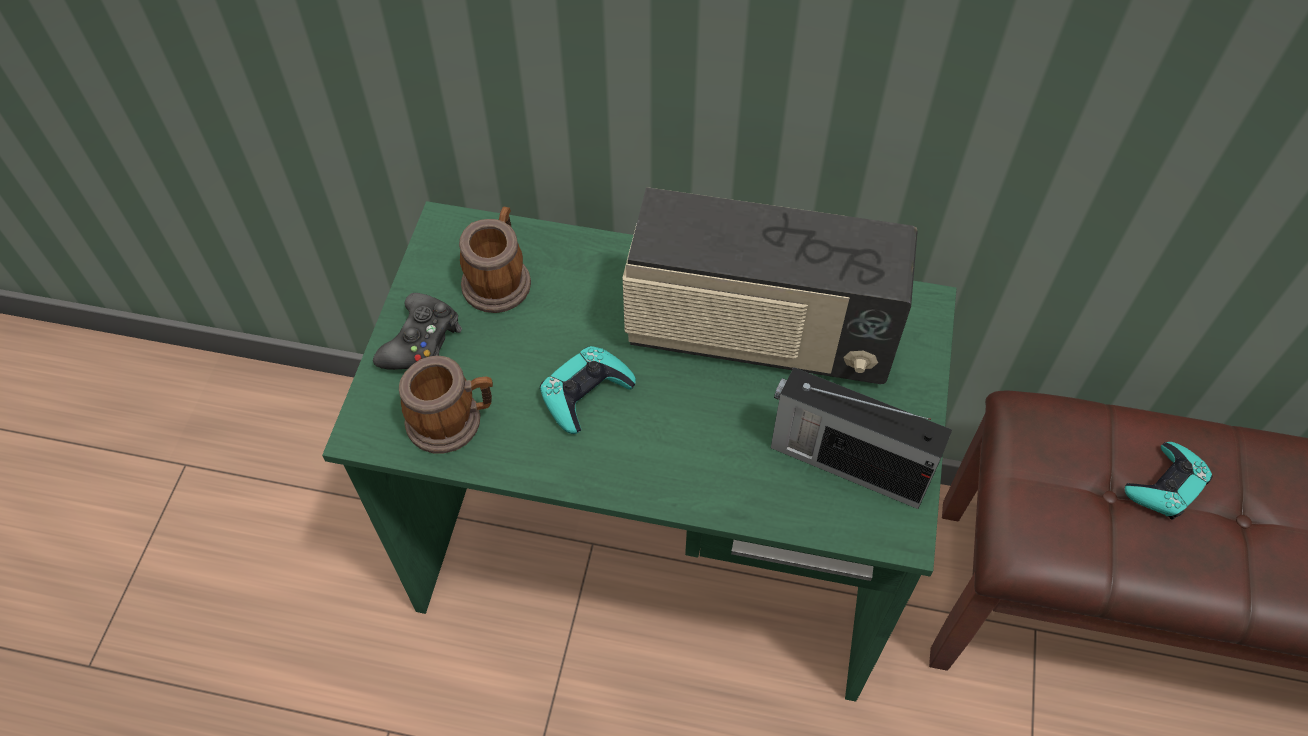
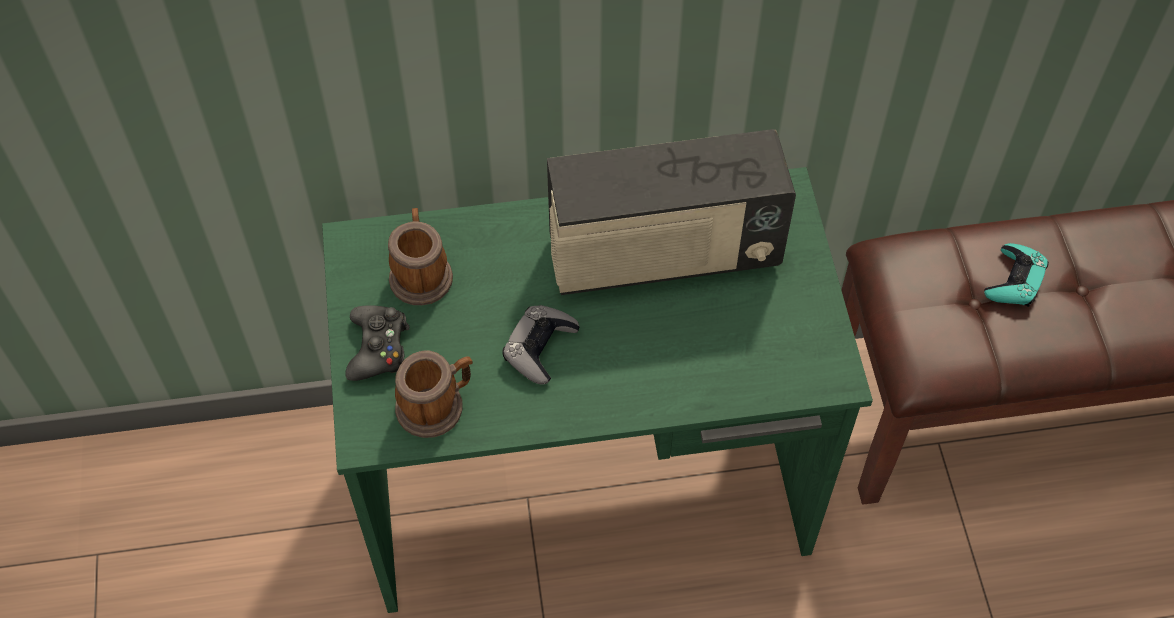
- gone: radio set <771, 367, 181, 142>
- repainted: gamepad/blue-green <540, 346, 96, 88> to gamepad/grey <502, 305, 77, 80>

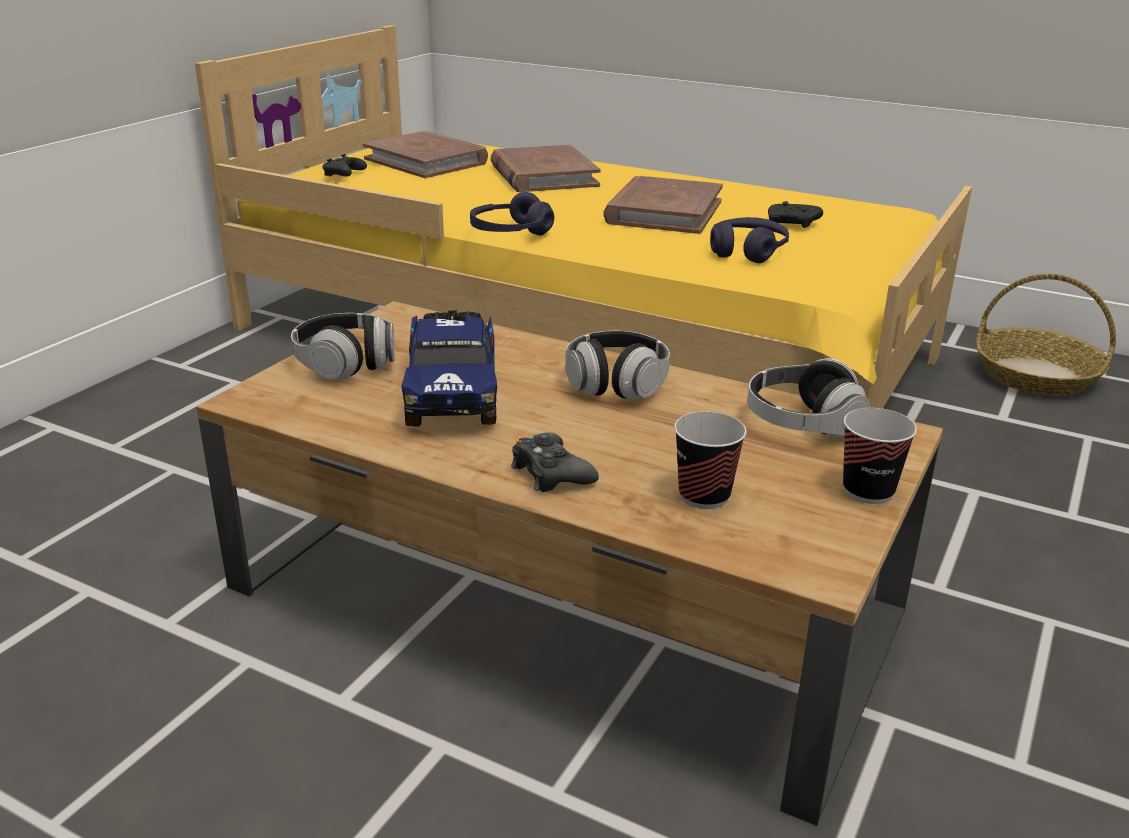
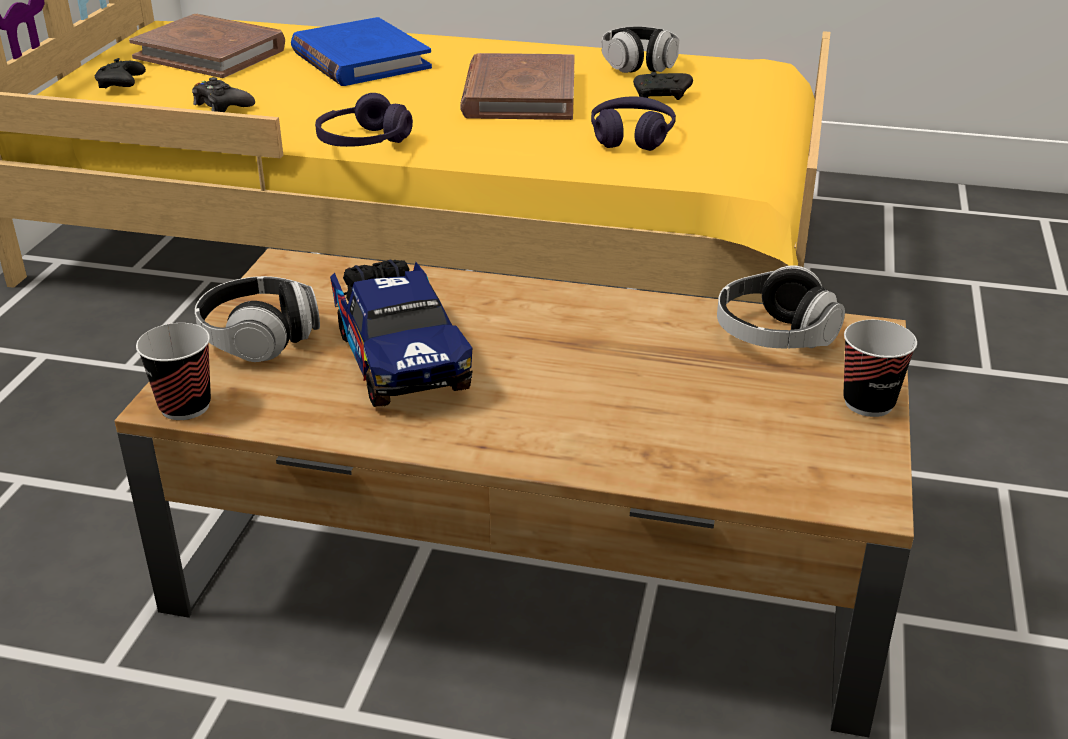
- gone: storage basket <976, 274, 140, 122>
- shifted: gamepad/blackish <511, 433, 88, 59> to <192, 77, 63, 35>
- shifted: headphones <565, 331, 105, 69> to <602, 26, 77, 47>
- shifted: drinking cup <674, 412, 73, 97> to <136, 323, 75, 97>
- repainted: book/brown <491, 145, 110, 47> to book/blue <291, 17, 141, 69>

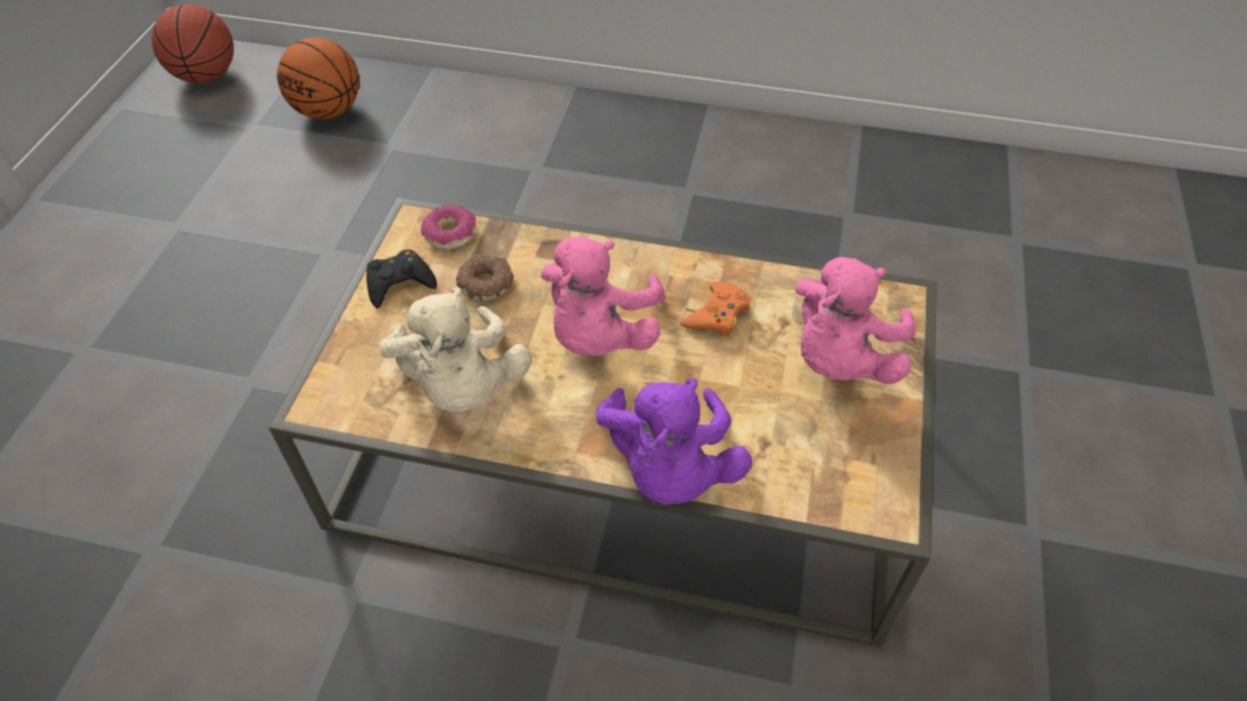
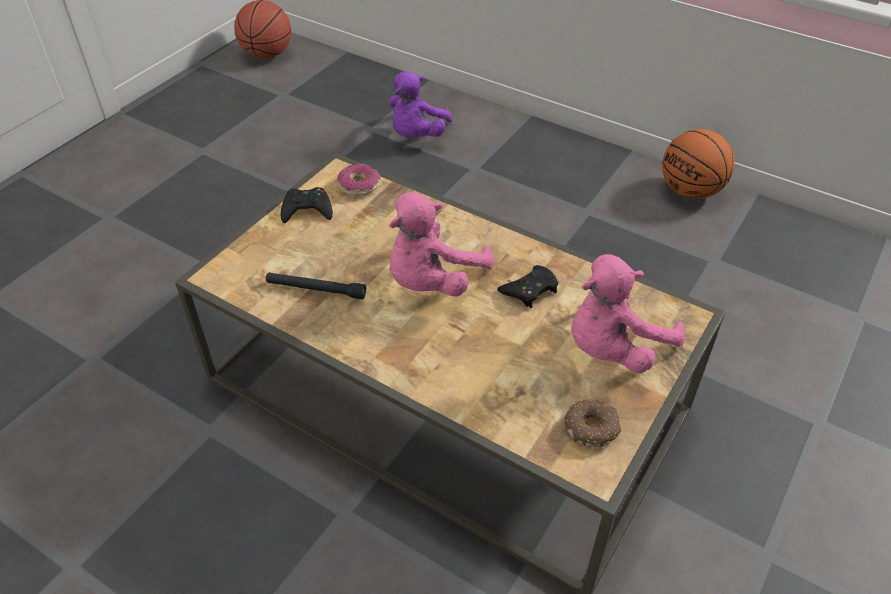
- shifted: basketball ball <277, 37, 83, 82> to <662, 129, 73, 70>
- shifted: donut <456, 255, 58, 46> to <564, 399, 57, 48>
- shifted: plush toy/purple-coloured <596, 378, 156, 127> to <388, 71, 64, 67>
- swapped: plush toy/beige-coloured <379, 287, 153, 126> to flashlight/blackish <266, 272, 100, 27>
- repainted: gamepad/orange-coloured <680, 281, 71, 56> to gamepad/blackish <497, 265, 61, 43>

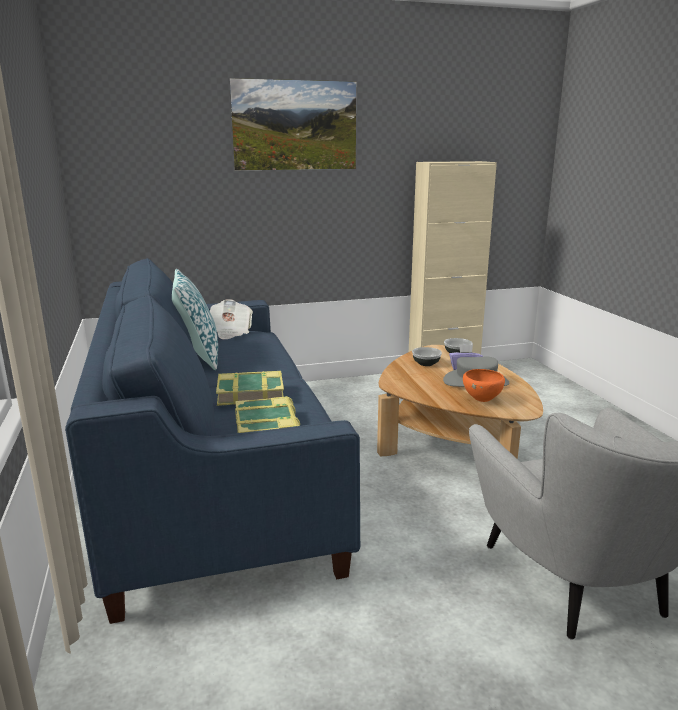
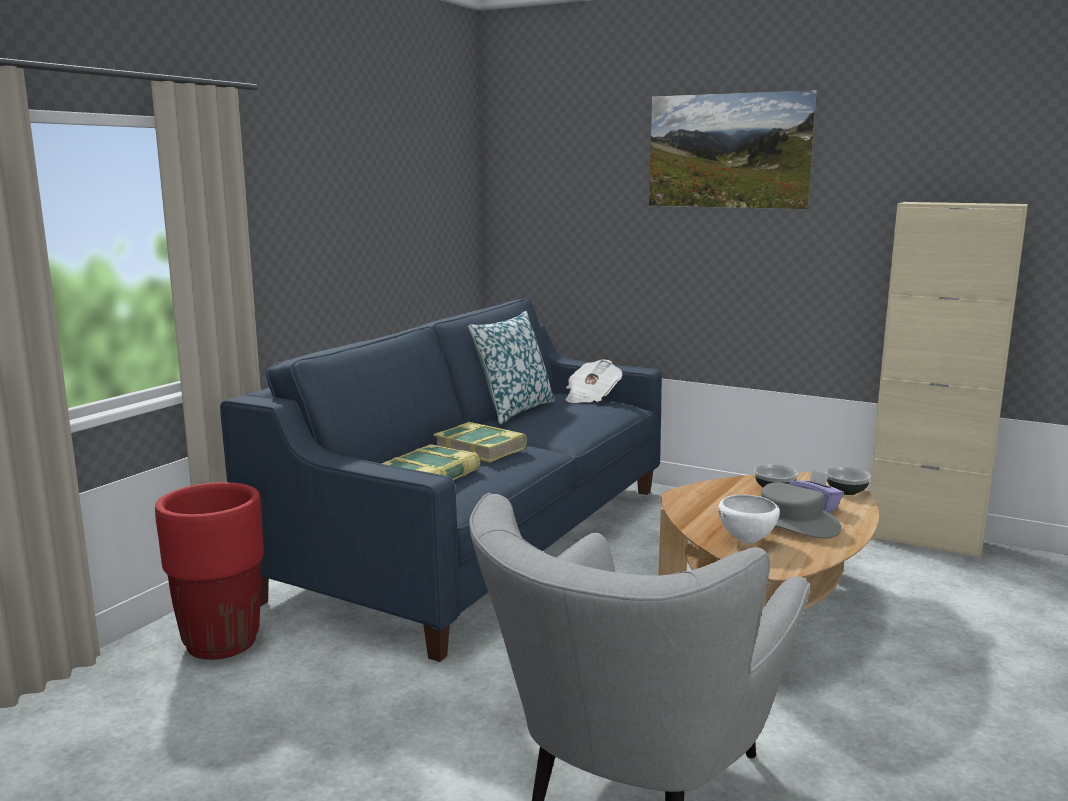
- new: plant pot/red-coloured <155, 482, 109, 178>
- repainted: serving bowl/orange-coloured <463, 369, 42, 33> to serving bowl/whitish <718, 495, 62, 49>

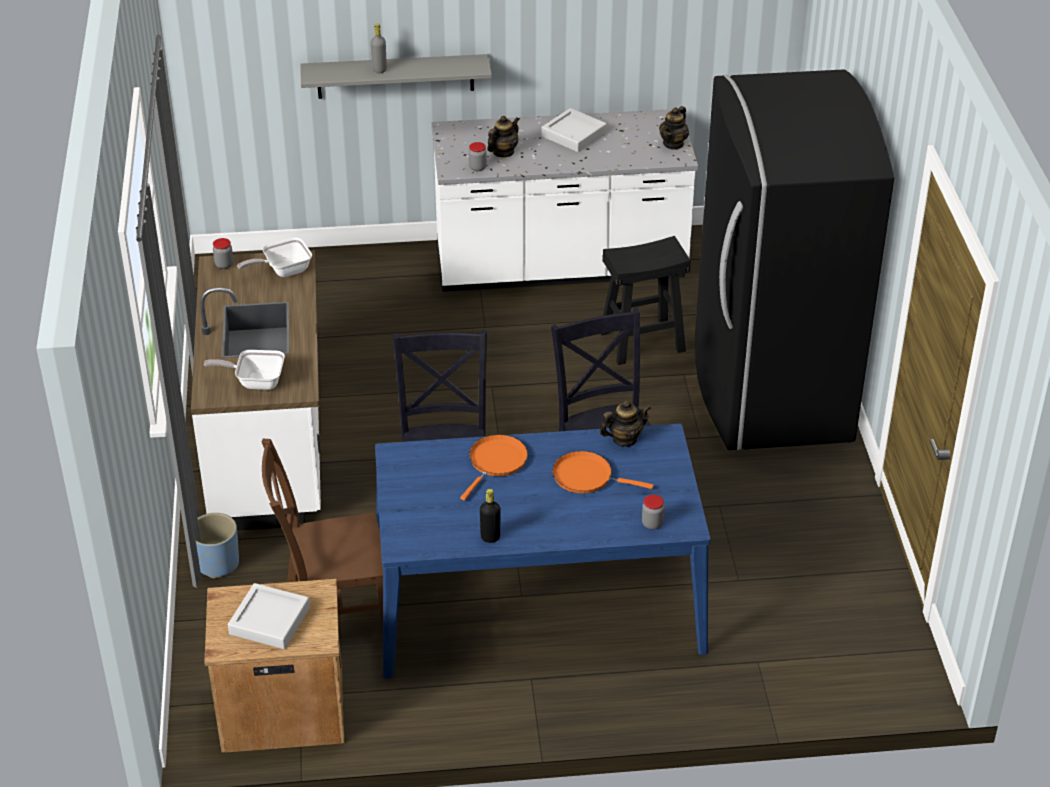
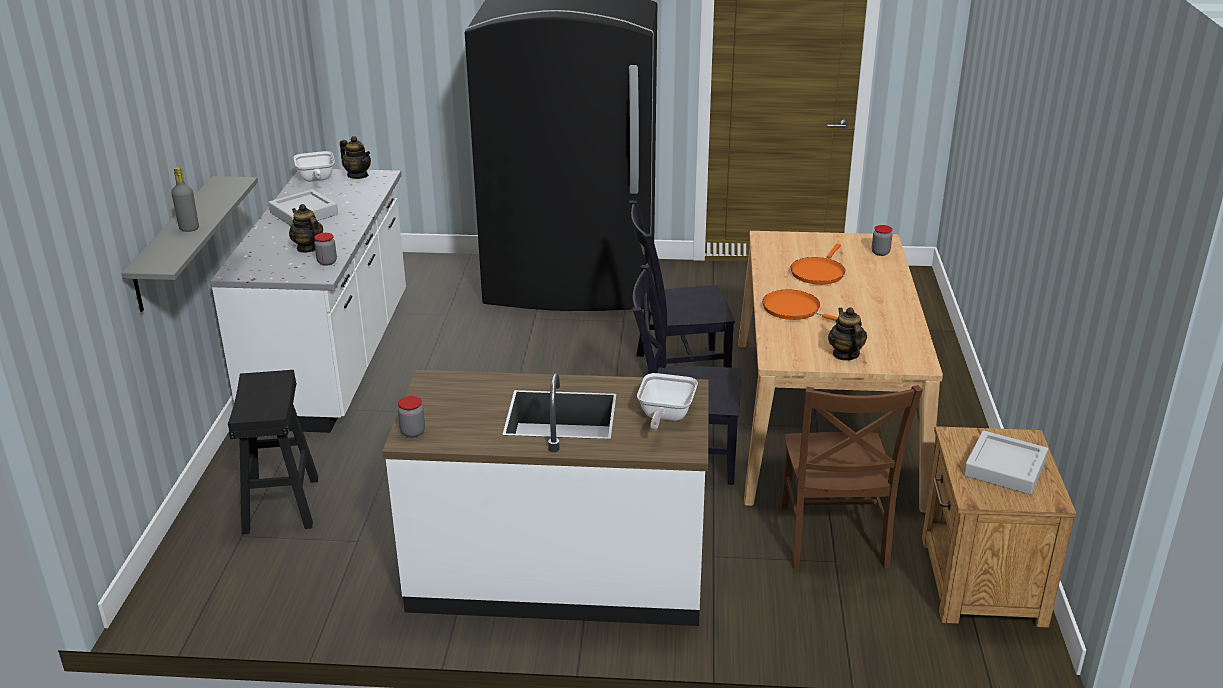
- gone: plant pot/blue <196, 513, 43, 65>
- gone: bottle/blackish <480, 489, 21, 54>
- shifted: frying pan <237, 237, 75, 40> to <293, 151, 42, 31>
- shifted: pot for tea <599, 400, 52, 47> to <828, 307, 39, 54>
- shifted: stool seat/blackish <601, 236, 90, 129> to <228, 370, 90, 165>
- repainted: dinner table/blue <375, 424, 335, 255> to dinner table/beige-coloured <738, 231, 205, 282>

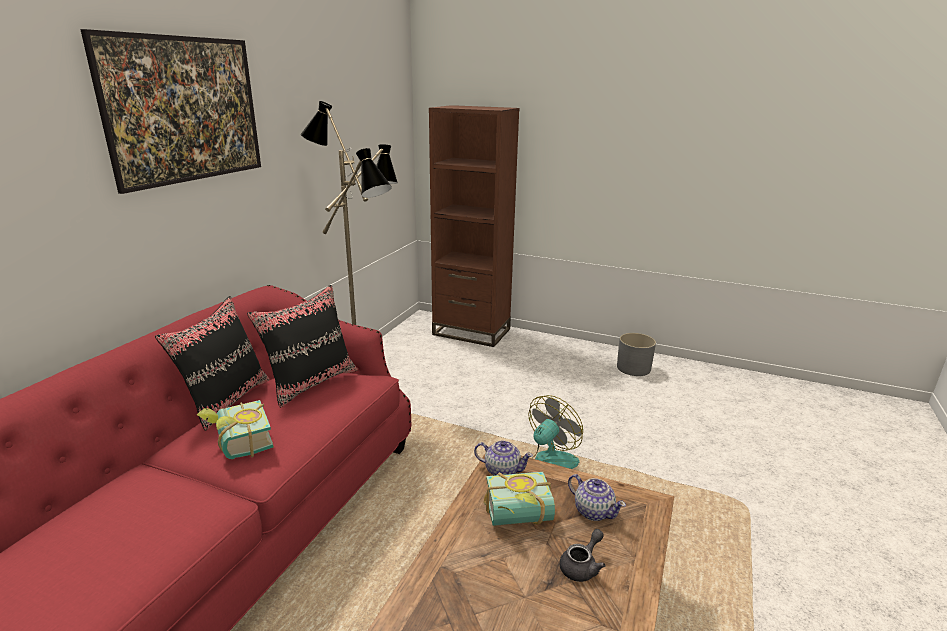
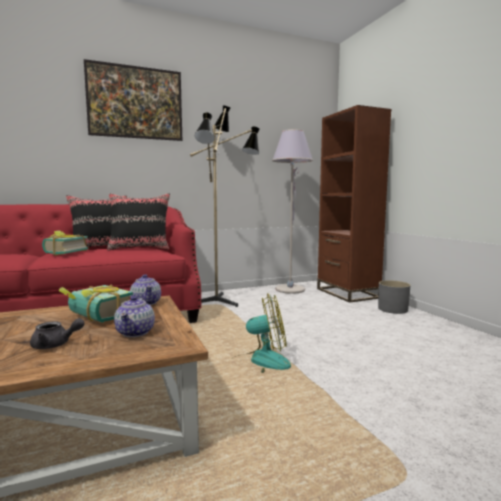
- new: floor lamp/grey <272, 129, 41, 165>
- shifted: plant pot/grey <617, 333, 39, 43> to <378, 280, 32, 34>

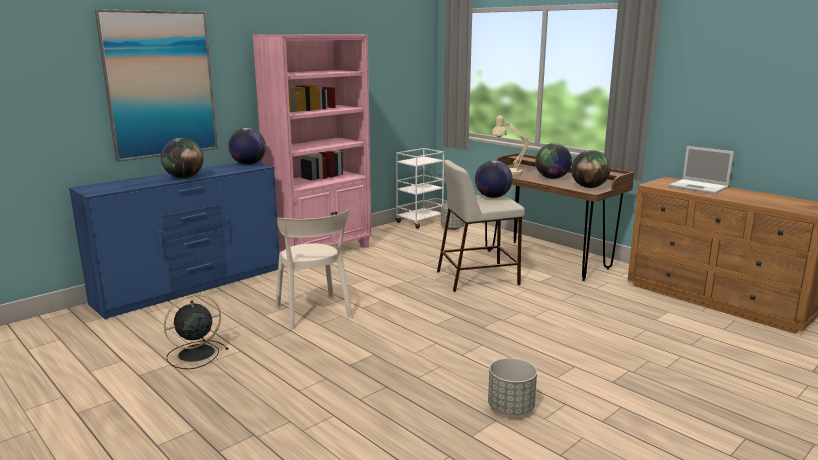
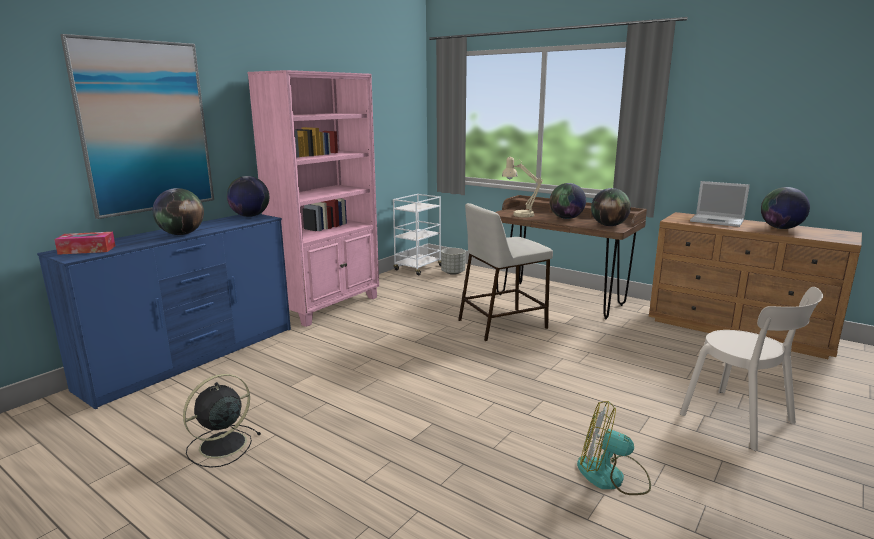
- new: tissue box <54, 232, 61, 23>
- shifted: plain chair/beige-coloured <276, 209, 77, 121> to <680, 287, 143, 164>
- shifted: globe <475, 160, 38, 38> to <761, 187, 49, 42>
- swapped: plant pot/grey <488, 358, 49, 58> to cooling fan <577, 401, 74, 94>

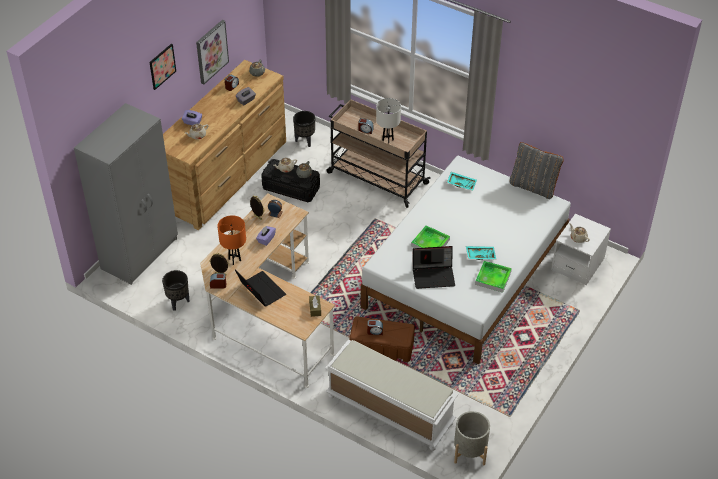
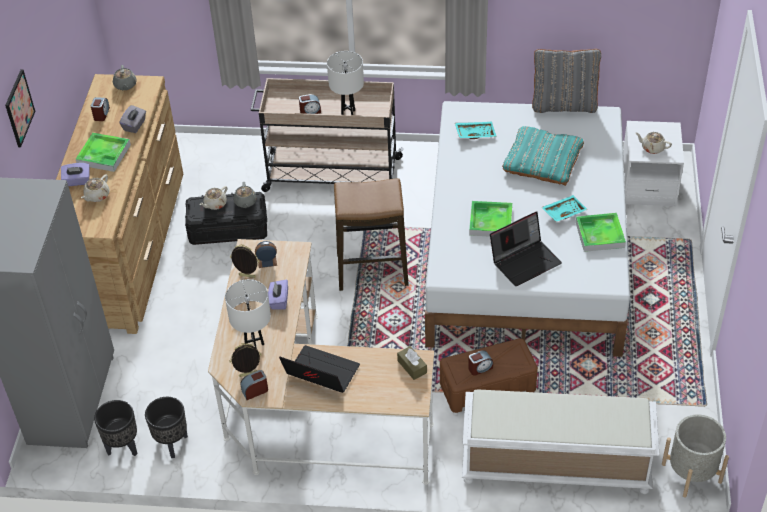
- gone: wall picture <196, 20, 33, 65>
- new: tray <76, 133, 55, 39>
- new: stool seat <334, 178, 75, 113>
- new: cushion/blue-green <502, 126, 82, 60>
- shifted: plant pot/blackish <293, 111, 22, 36> to <94, 400, 43, 56>
- repainted: table lamp/orange-coloured <217, 215, 29, 50> to table lamp/whitish <225, 279, 46, 70>

